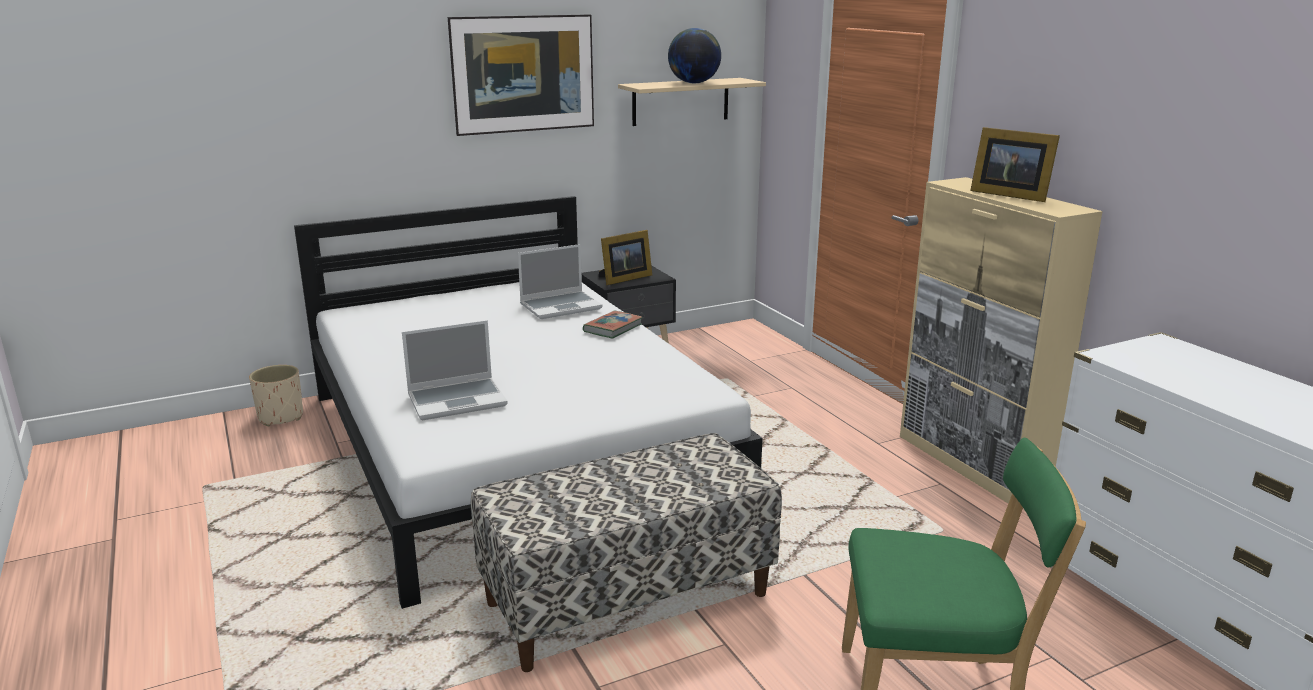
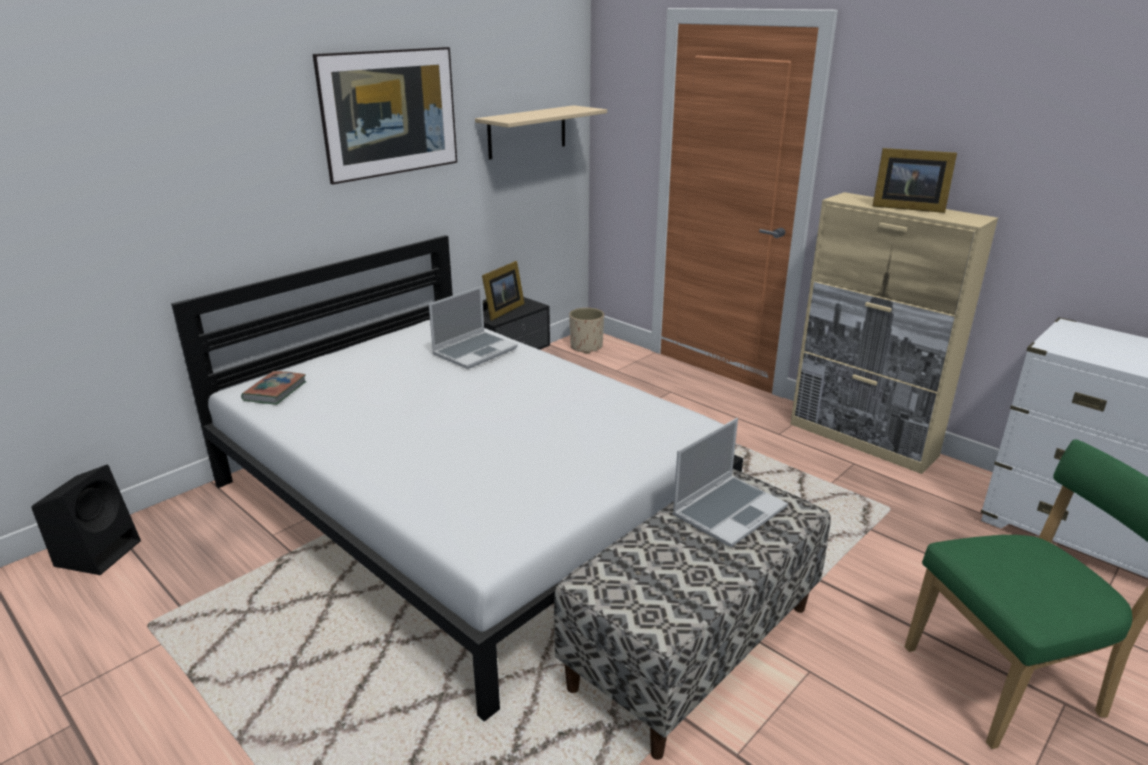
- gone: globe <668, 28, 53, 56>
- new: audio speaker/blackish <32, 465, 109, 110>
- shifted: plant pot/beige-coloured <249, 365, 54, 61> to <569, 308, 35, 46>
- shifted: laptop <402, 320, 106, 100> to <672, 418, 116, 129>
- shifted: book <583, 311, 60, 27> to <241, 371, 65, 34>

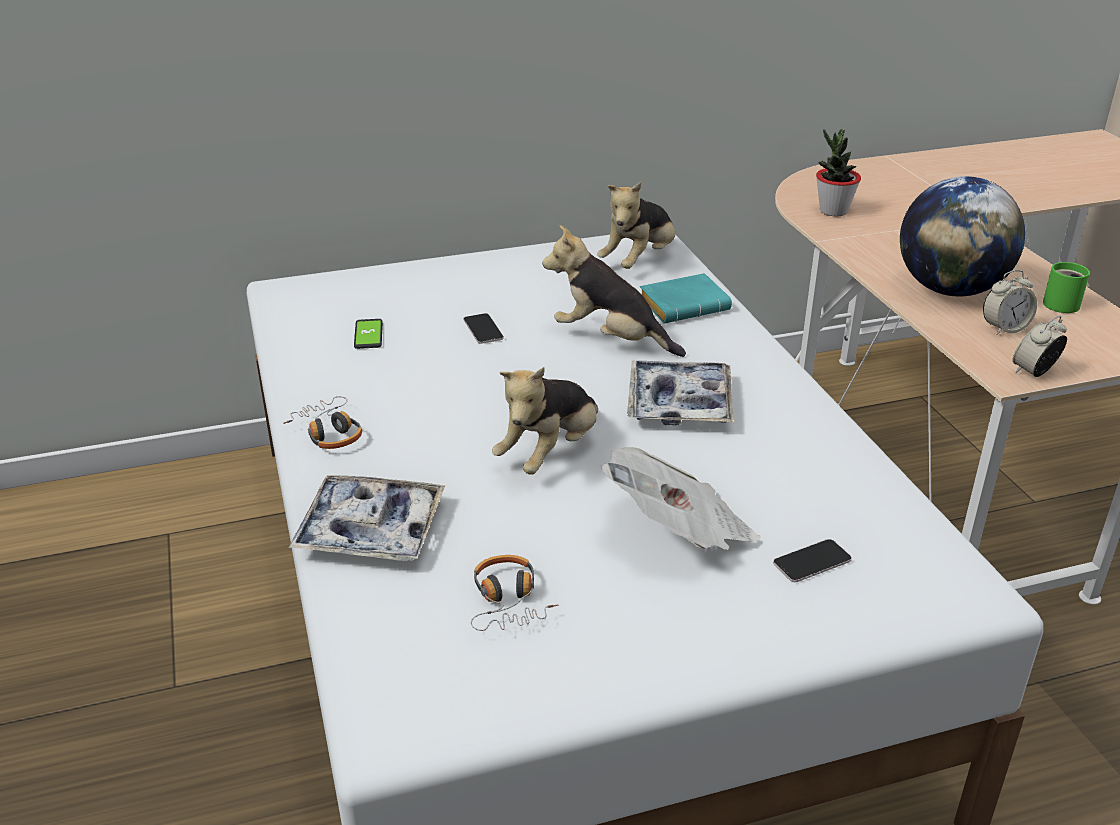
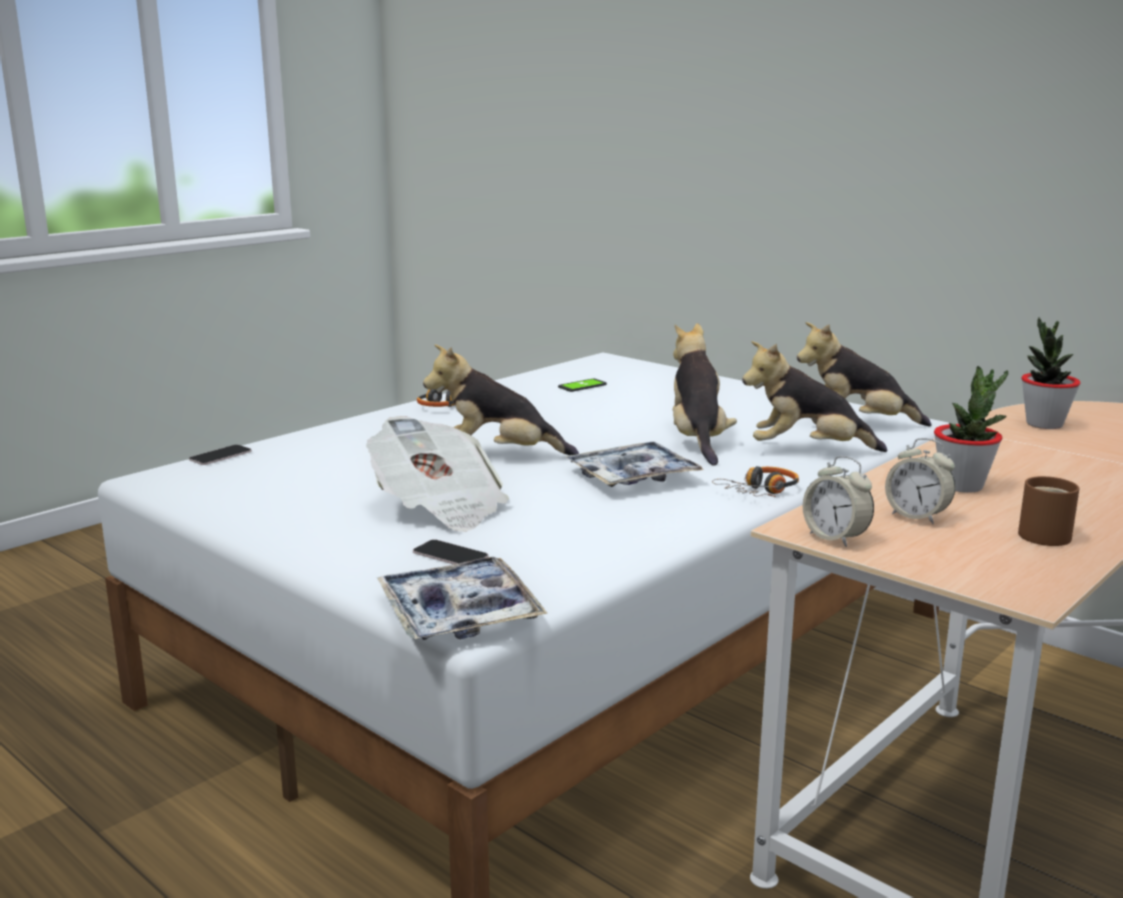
- shifted: tray <289, 475, 156, 86> to <377, 557, 171, 83>
- shifted: telephone <463, 313, 41, 31> to <189, 445, 63, 20>
- shifted: headphones <471, 555, 87, 76> to <712, 466, 87, 31>
- swapped: book/blue-green <640, 273, 92, 51> to plush toy <742, 341, 145, 111>
- swapped: globe <900, 176, 125, 121> to potted plant <934, 366, 75, 127>
- repainted: mug/greenish <1043, 262, 47, 51> to mug/brown <1018, 476, 61, 70>
- rotated: bedside clock <1013, 316, 54, 61> = <803, 456, 71, 91> 150 degrees counterclockwise

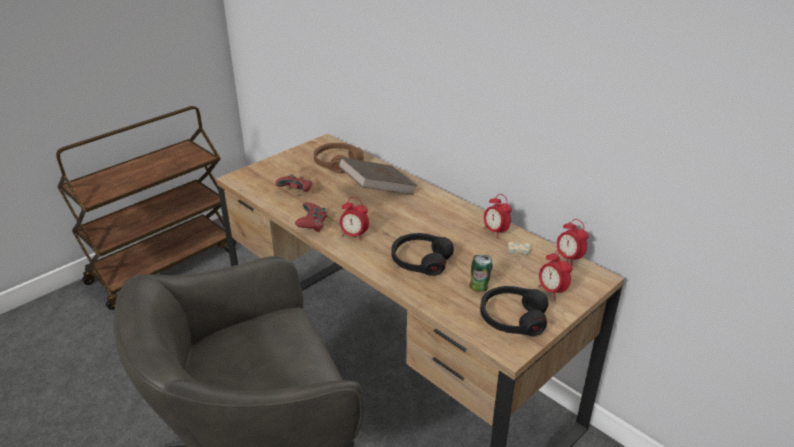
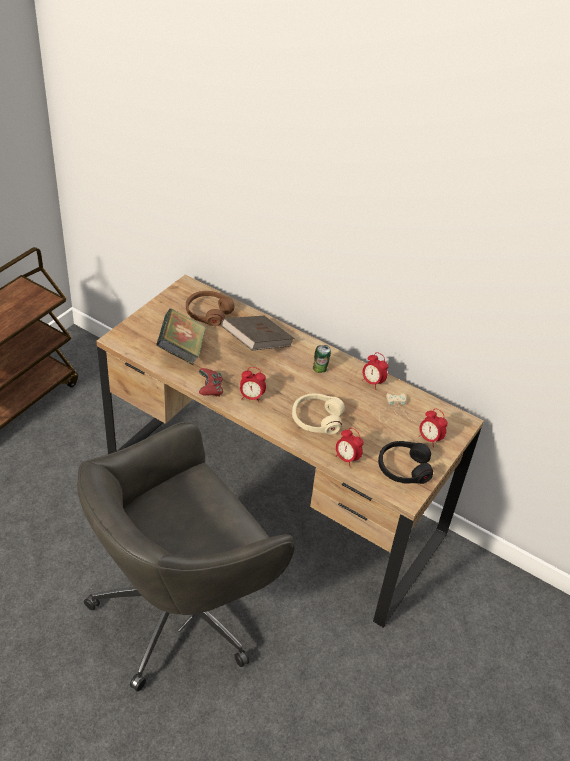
- shifted: sealed can <469, 255, 24, 37> to <313, 345, 18, 28>
- shifted: bedside clock <556, 219, 33, 47> to <336, 428, 28, 39>
- swapped: gamepad/red-coloured <276, 174, 37, 18> to book <156, 309, 50, 56>
- repainted: headphones/blackish <391, 233, 63, 43> to headphones/beige-coloured <292, 393, 53, 41>

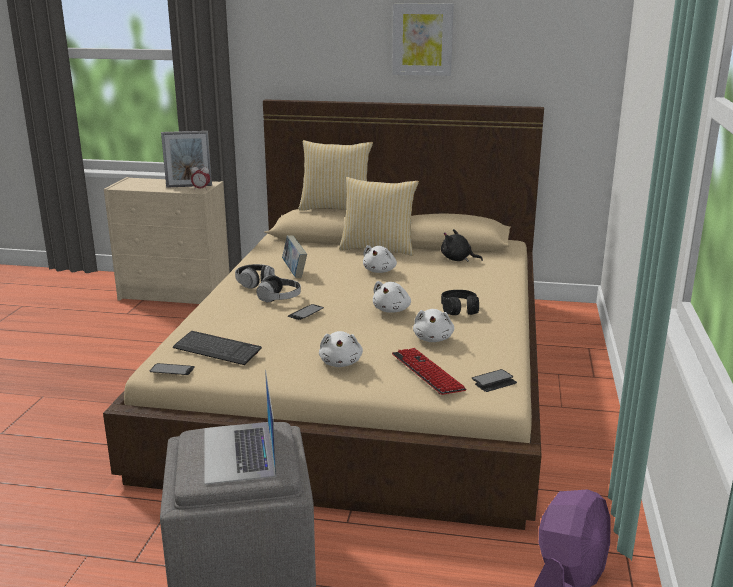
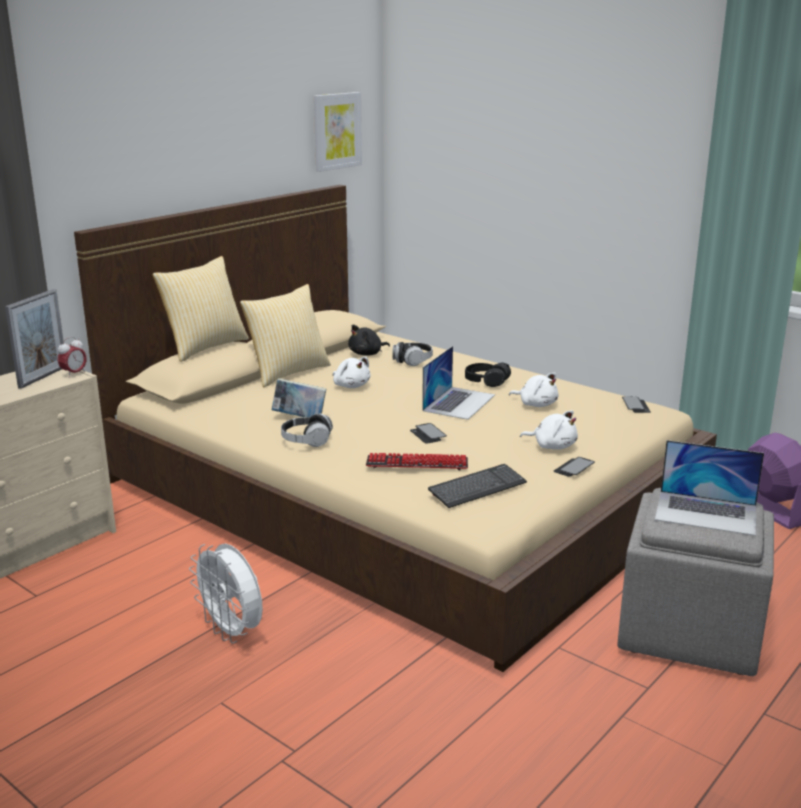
- new: cooling fan/whitish <189, 543, 74, 101>
- shifted: telephone <150, 363, 45, 12> to <554, 457, 41, 20>
- shifted: headphones <256, 275, 45, 27> to <392, 342, 41, 24>
- shifted: wall picture <392, 3, 62, 73> to <314, 92, 48, 80>
- shifted: computer keyboard <392, 348, 75, 47> to <366, 453, 102, 17>
- swapped: plush toy/whitish <373, 281, 38, 32> to laptop <422, 346, 73, 74>

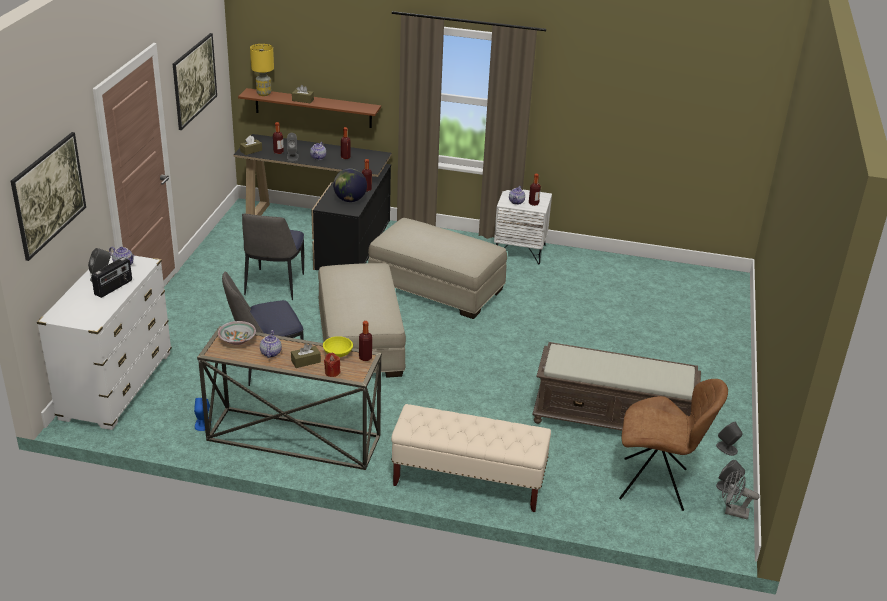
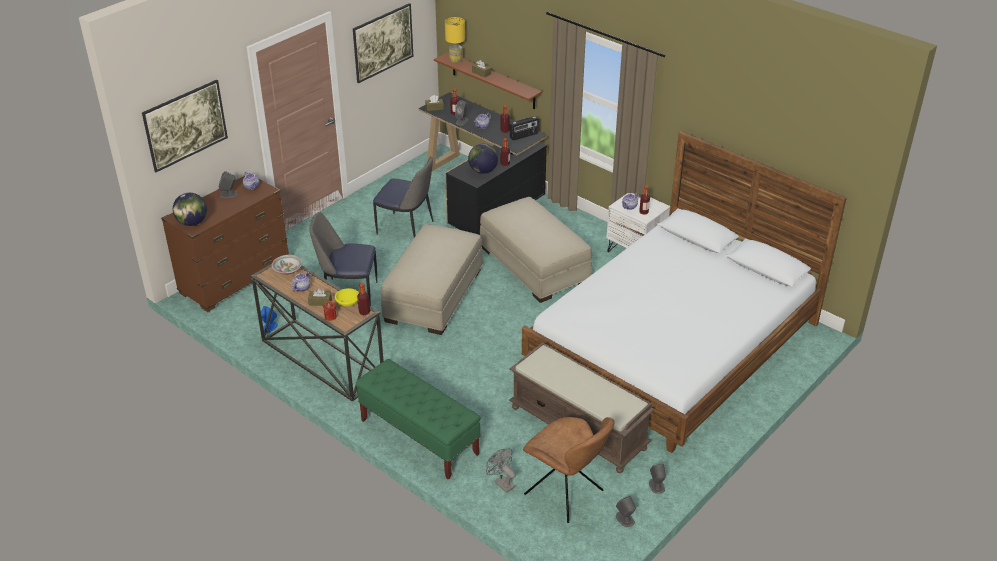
- new: globe <173, 193, 34, 33>
- new: bedroom bed <522, 131, 324, 322>
- shifted: radio set <91, 257, 41, 41> to <510, 116, 29, 25>
- shifted: cooling fan/grey <722, 469, 38, 51> to <486, 449, 30, 44>
- repainted: chest of drawers/whitish <37, 251, 135, 179> to chest of drawers/brown <161, 173, 128, 139>
- repainted: long seat/beige-coloured <391, 404, 160, 108> to long seat/greenish <356, 359, 125, 121>
- rotated: plain chair <242, 214, 62, 87> = <373, 156, 60, 81> 105 degrees counterclockwise

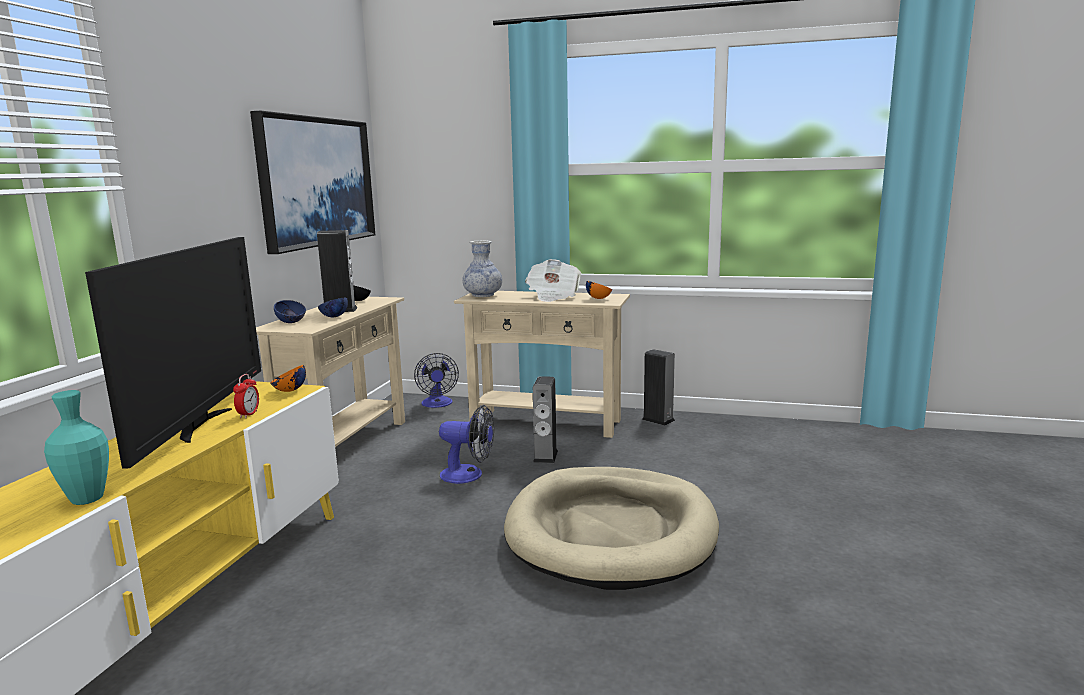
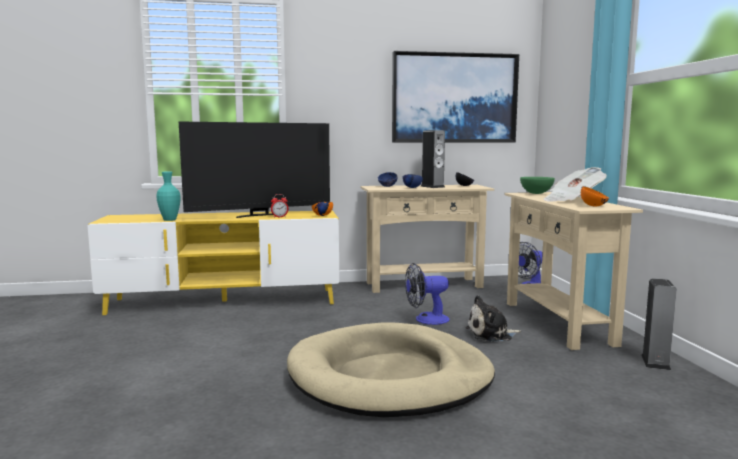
- swapped: vase <462, 240, 40, 57> to serving bowl/greenish <520, 177, 35, 17>
- swapped: audio speaker <533, 376, 25, 87> to plush toy <466, 295, 55, 47>
- rotated: cooling fan <439, 405, 55, 79> = <405, 263, 44, 62> 90 degrees clockwise

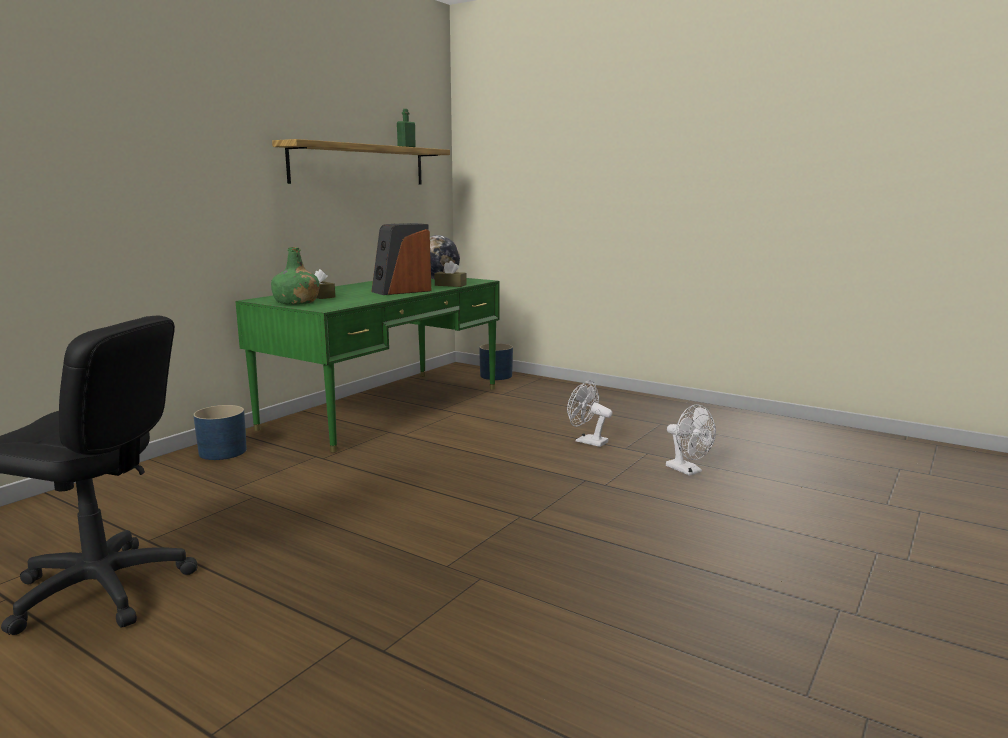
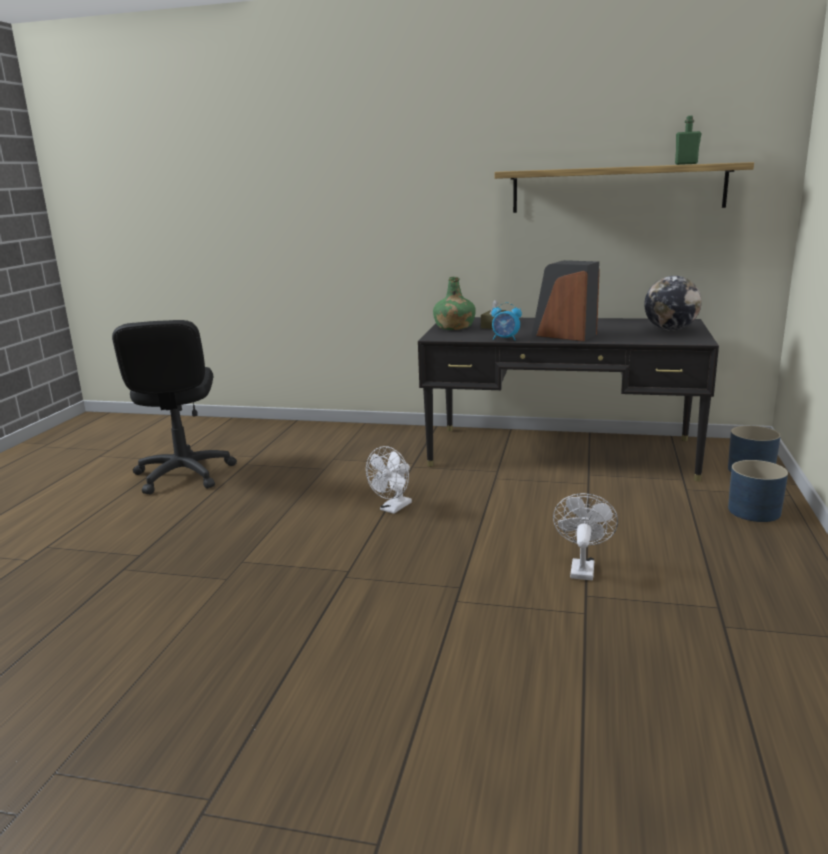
- gone: tissue box/brown <434, 261, 33, 26>
- new: bedside clock <491, 302, 31, 38>
- shifted: plant pot/blue <193, 405, 54, 55> to <728, 460, 60, 62>
- shifted: cooling fan/whitish <666, 404, 50, 72> to <366, 446, 46, 68>
- repainted: desk/greenish <235, 278, 264, 175> to desk/blackish <418, 317, 301, 164>

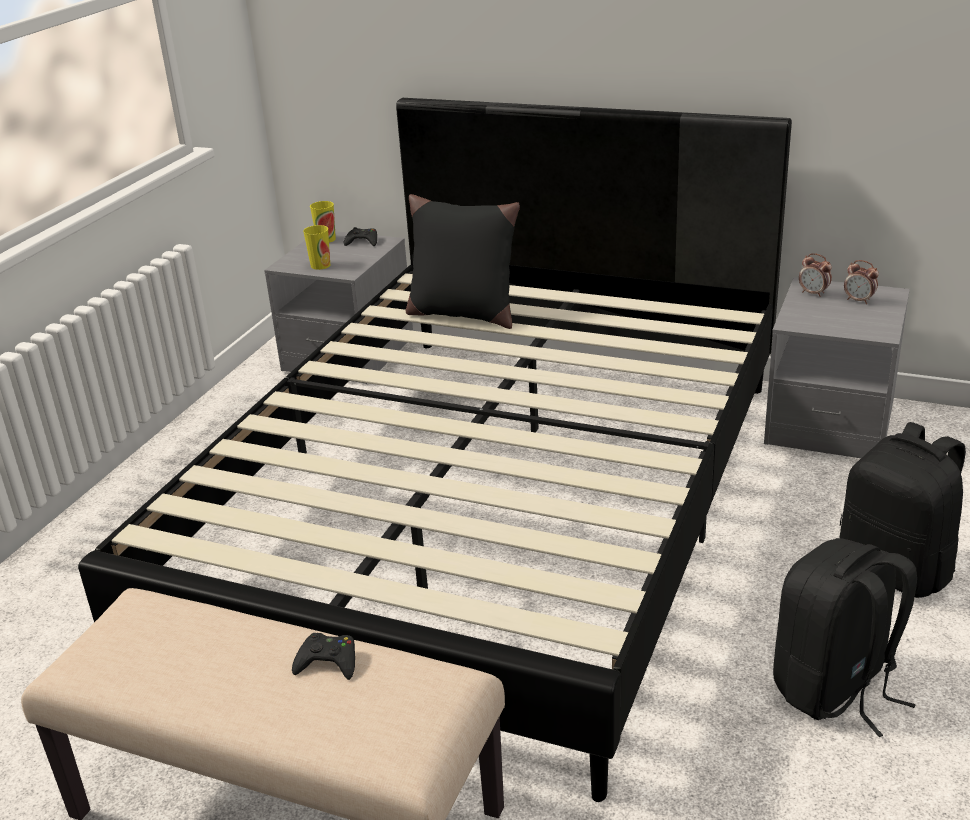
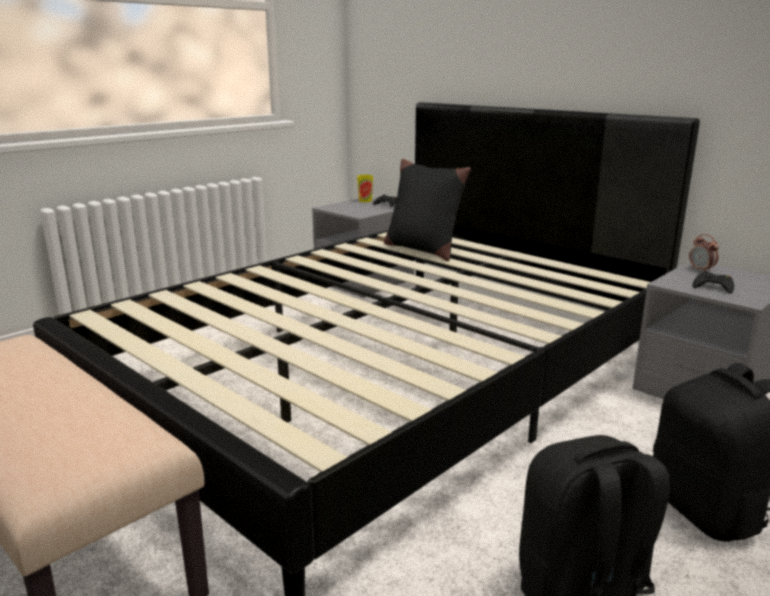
- gone: drinking cup <303, 225, 27, 45>
- gone: bedside clock <844, 260, 35, 44>
- shifted: gamepad/blackish <292, 633, 63, 47> to <692, 271, 42, 23>

